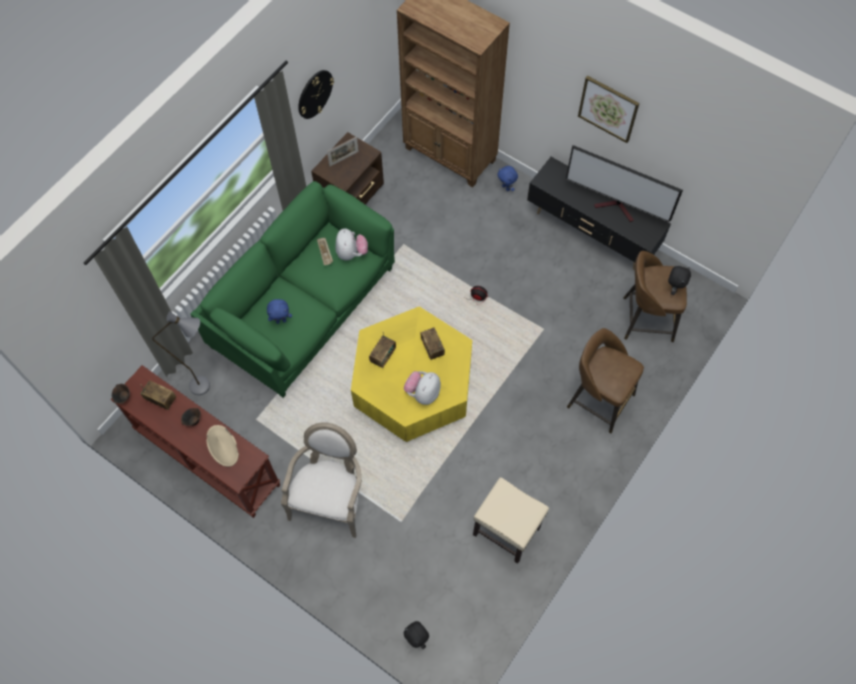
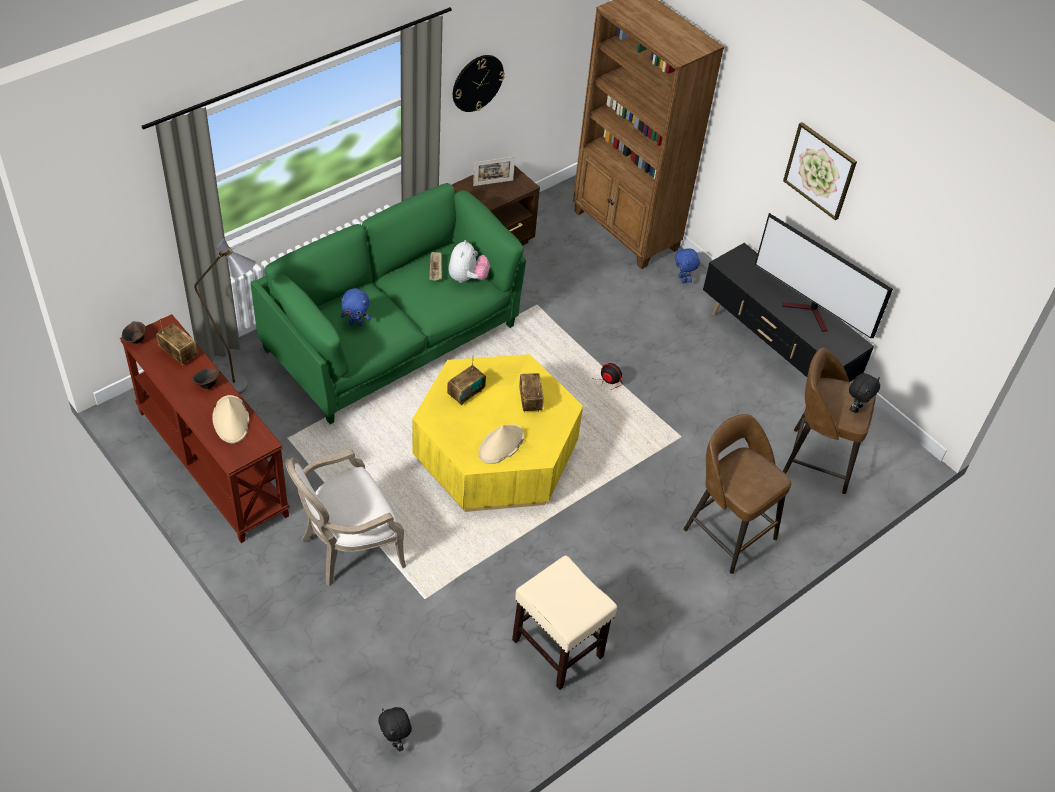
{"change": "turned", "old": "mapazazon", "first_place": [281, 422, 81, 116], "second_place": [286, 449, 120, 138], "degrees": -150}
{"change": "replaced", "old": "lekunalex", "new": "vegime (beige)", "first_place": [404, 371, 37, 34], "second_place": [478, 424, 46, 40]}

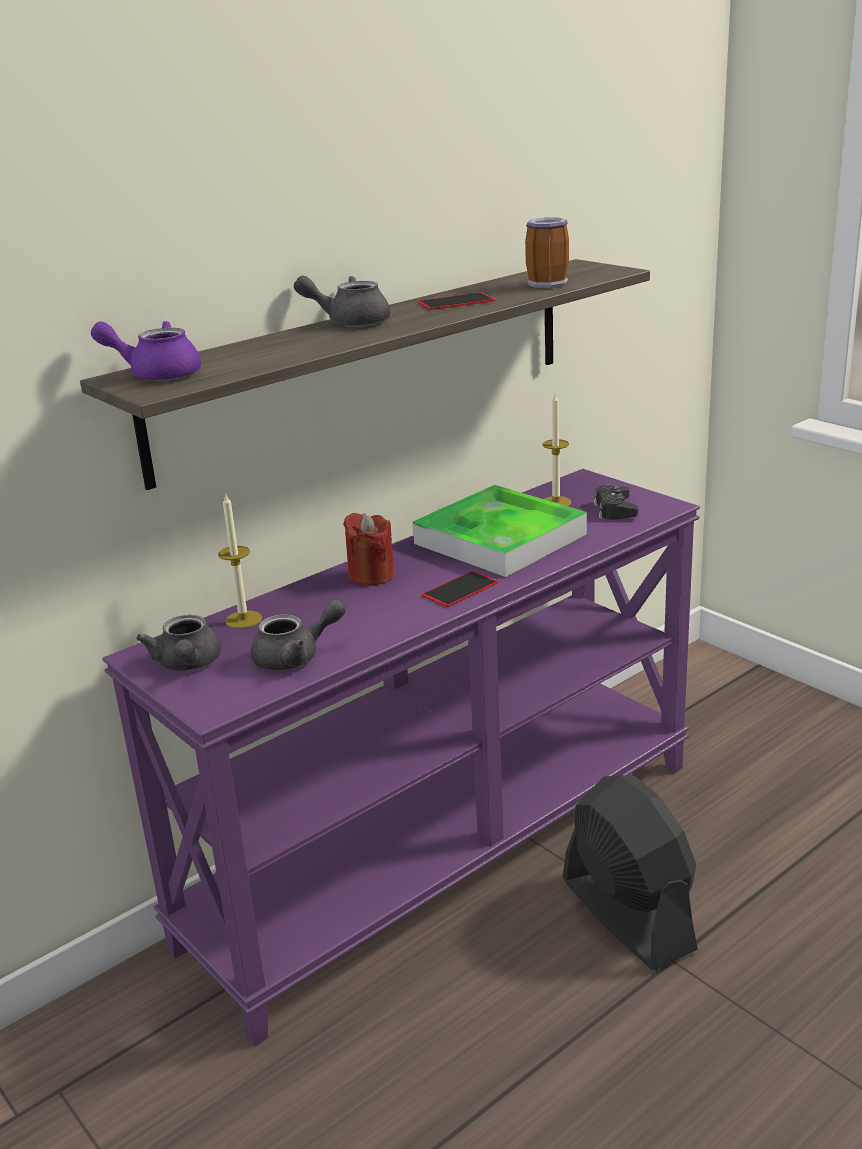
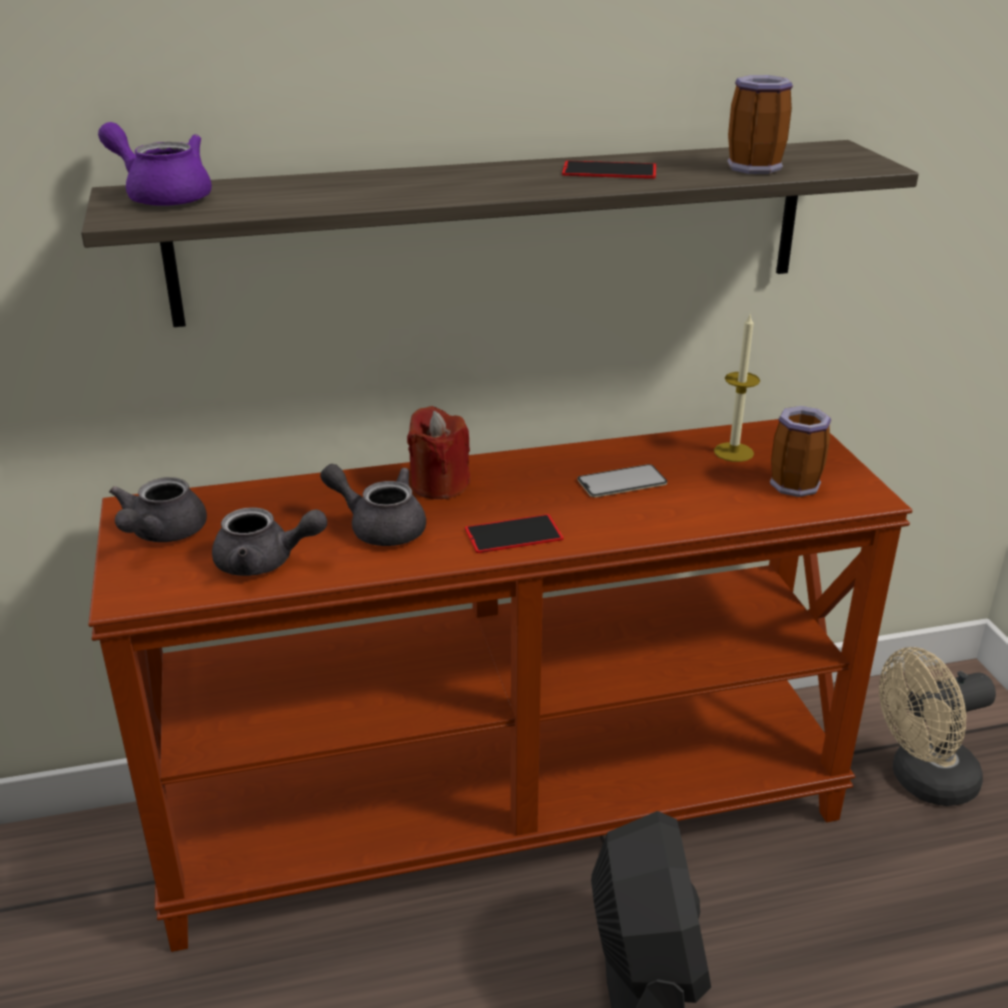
{"change": "recoloured", "old": "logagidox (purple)", "new": "logagidox (brown)", "first_place": [102, 469, 598, 577], "second_place": [88, 419, 825, 533]}
{"change": "moved", "old": "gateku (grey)", "first_place": [294, 276, 96, 51], "second_place": [320, 464, 106, 82]}
{"change": "replaced", "old": "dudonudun", "new": "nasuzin", "first_place": [413, 485, 174, 92], "second_place": [577, 464, 90, 33]}
{"change": "replaced", "old": "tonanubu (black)", "new": "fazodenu", "first_place": [594, 485, 44, 35], "second_place": [770, 406, 61, 91]}
{"change": "added", "new": "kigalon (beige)", "second_place": [879, 647, 117, 159]}
{"change": "removed", "old": "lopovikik", "first_place": [218, 493, 44, 135]}

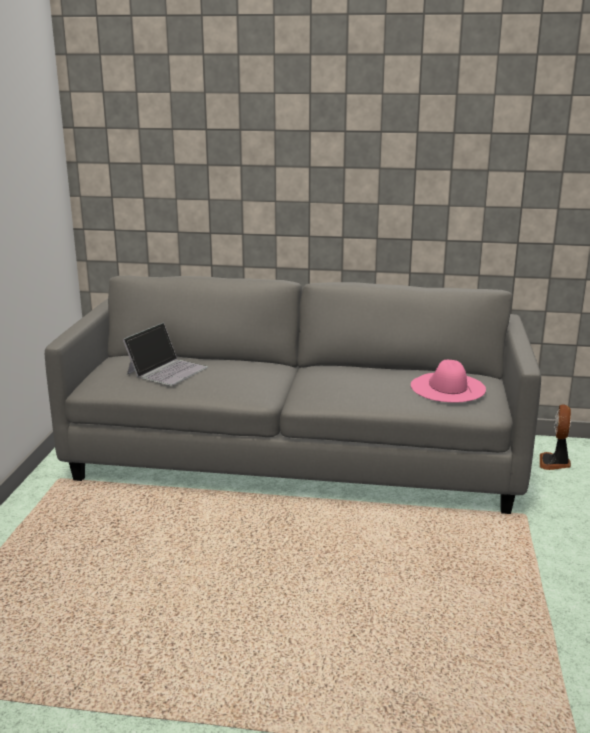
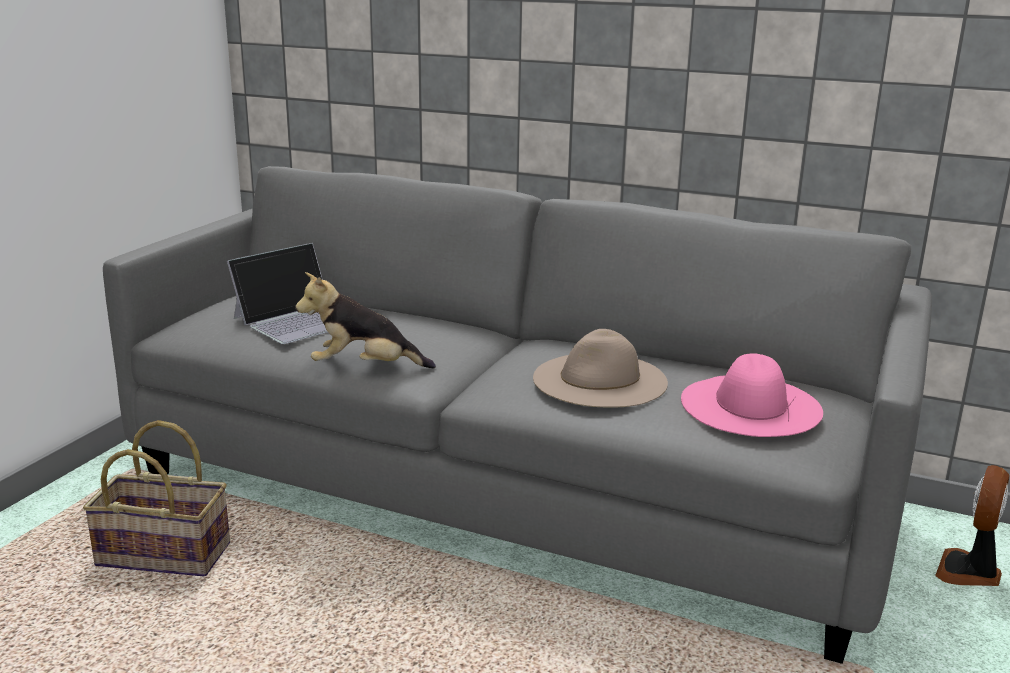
{"change": "added", "new": "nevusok", "second_place": [83, 420, 147, 156]}
{"change": "added", "new": "lekunalex", "second_place": [295, 272, 141, 96]}
{"change": "added", "new": "vegime (beige)", "second_place": [533, 329, 135, 78]}

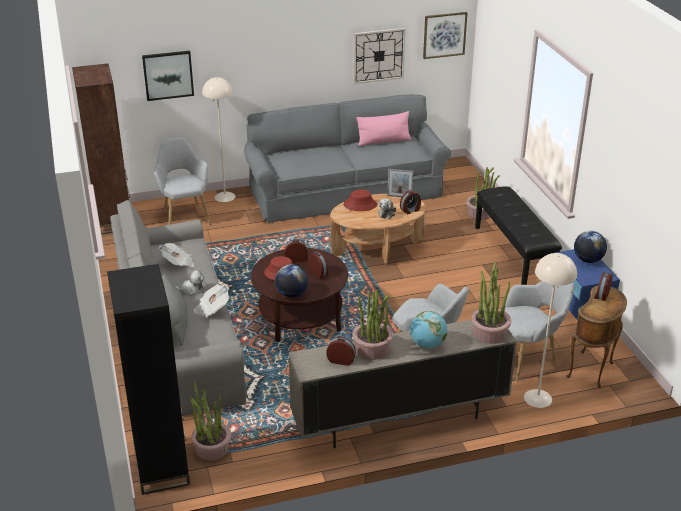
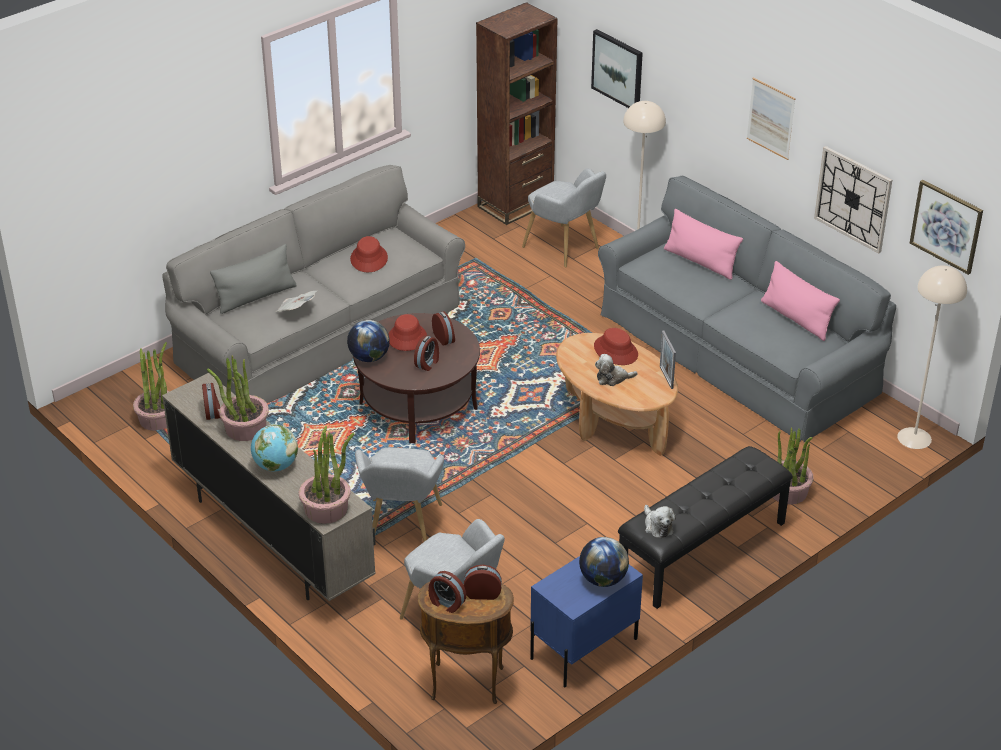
{"change": "replaced", "old": "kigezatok", "new": "vegime (red)", "first_place": [159, 243, 35, 24], "second_place": [350, 236, 38, 36]}
{"change": "moved", "old": "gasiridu", "first_place": [400, 190, 21, 24], "second_place": [428, 571, 38, 42]}
{"change": "turned", "old": "mapazazon (grey)", "first_place": [154, 137, 57, 88], "second_place": [522, 168, 84, 100], "degrees": 90}
{"change": "moved", "old": "lekunalex", "first_place": [175, 270, 30, 26], "second_place": [644, 505, 32, 33]}
{"change": "added", "new": "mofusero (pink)", "second_place": [664, 209, 79, 71]}
{"change": "added", "new": "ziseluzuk", "second_place": [747, 77, 49, 83]}
{"change": "moved", "old": "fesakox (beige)", "first_place": [524, 253, 53, 155], "second_place": [897, 265, 70, 184]}
{"change": "removed", "old": "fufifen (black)", "first_place": [107, 264, 83, 231]}

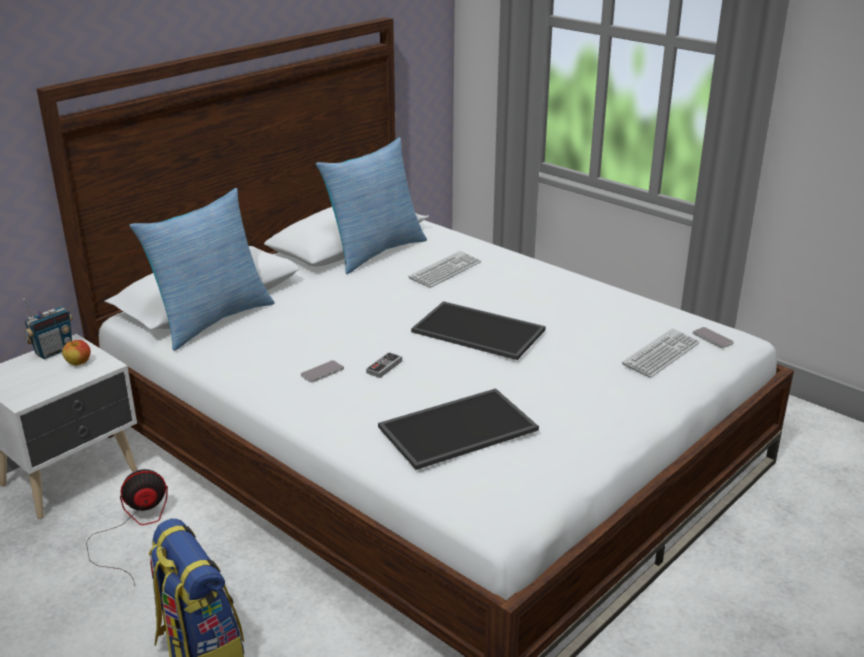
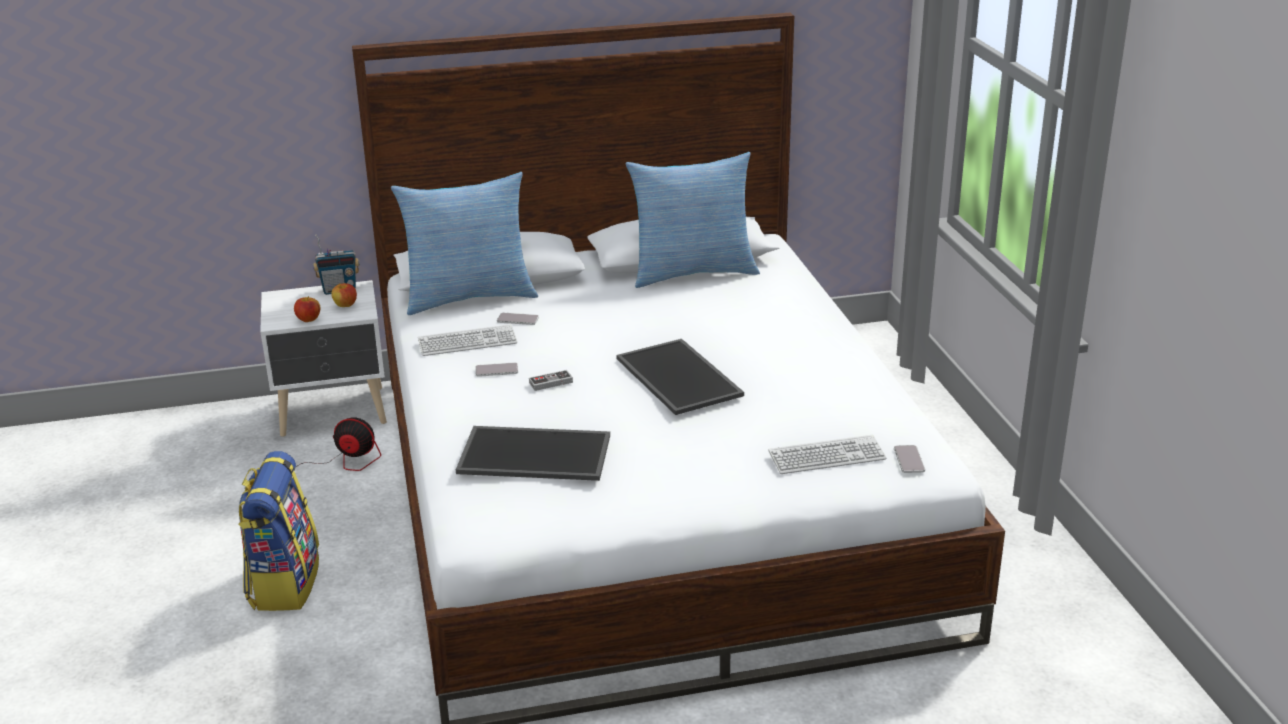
{"change": "added", "new": "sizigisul", "second_place": [294, 296, 26, 26]}
{"change": "moved", "old": "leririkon", "first_place": [408, 251, 73, 37], "second_place": [418, 324, 99, 32]}
{"change": "added", "new": "nasuzin", "second_place": [497, 313, 42, 12]}

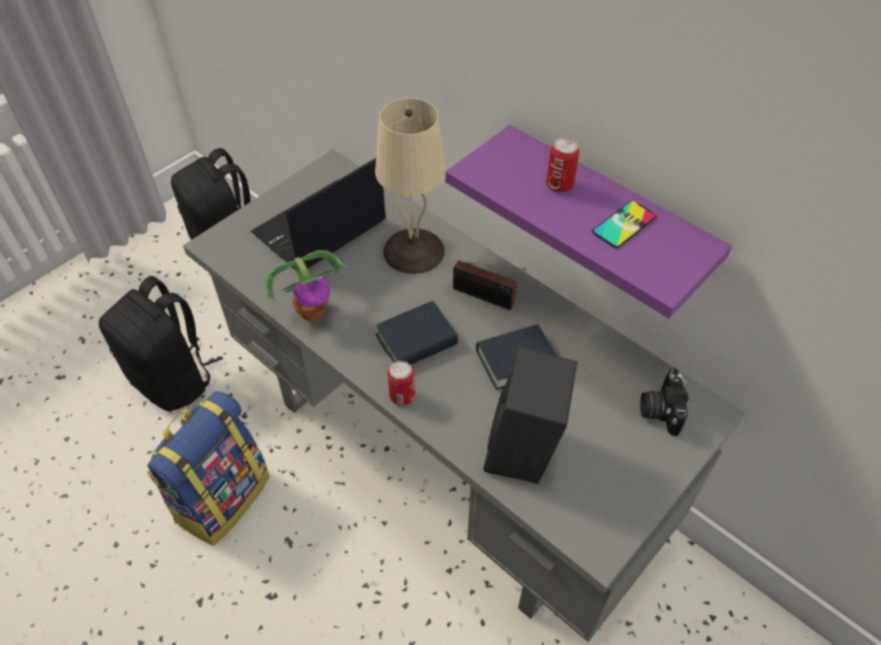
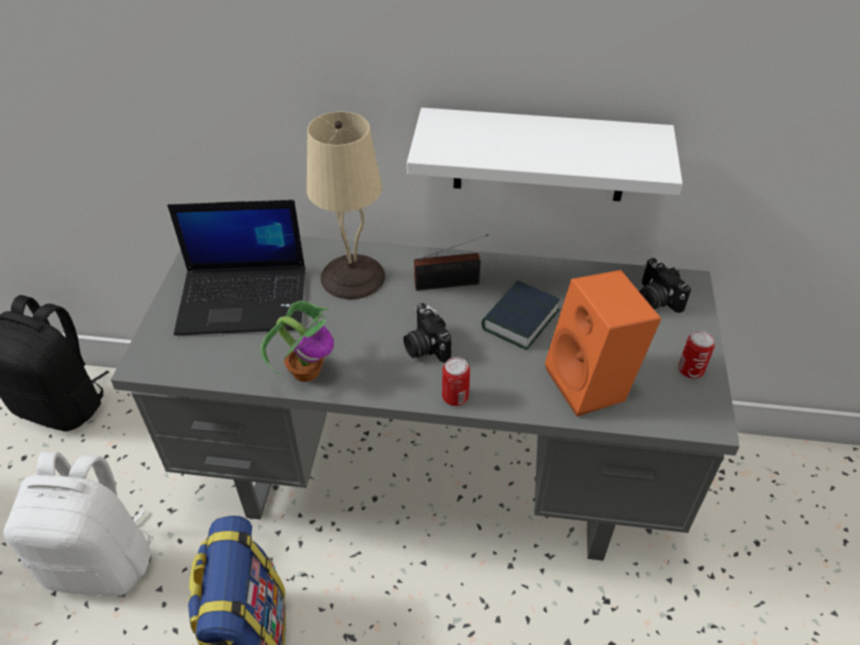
{"change": "recoloured", "old": "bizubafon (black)", "new": "bizubafon (white)", "first_place": [99, 276, 124, 135], "second_place": [3, 451, 149, 145]}
{"change": "turned", "old": "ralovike", "first_place": [251, 158, 135, 112], "second_place": [167, 200, 138, 136], "degrees": -105}
{"change": "replaced", "old": "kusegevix", "new": "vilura", "first_place": [376, 301, 82, 64], "second_place": [403, 303, 49, 60]}
{"change": "recoloured", "old": "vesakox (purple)", "new": "vesakox (white)", "first_place": [445, 125, 287, 193], "second_place": [407, 108, 276, 93]}
{"change": "recoloured", "old": "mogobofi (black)", "new": "mogobofi (orange)", "first_place": [483, 346, 94, 138], "second_place": [545, 270, 116, 147]}
{"change": "moved", "old": "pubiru", "first_place": [546, 137, 33, 56], "second_place": [678, 331, 37, 47]}
{"change": "removed", "old": "nasuzin", "first_place": [592, 201, 65, 47]}

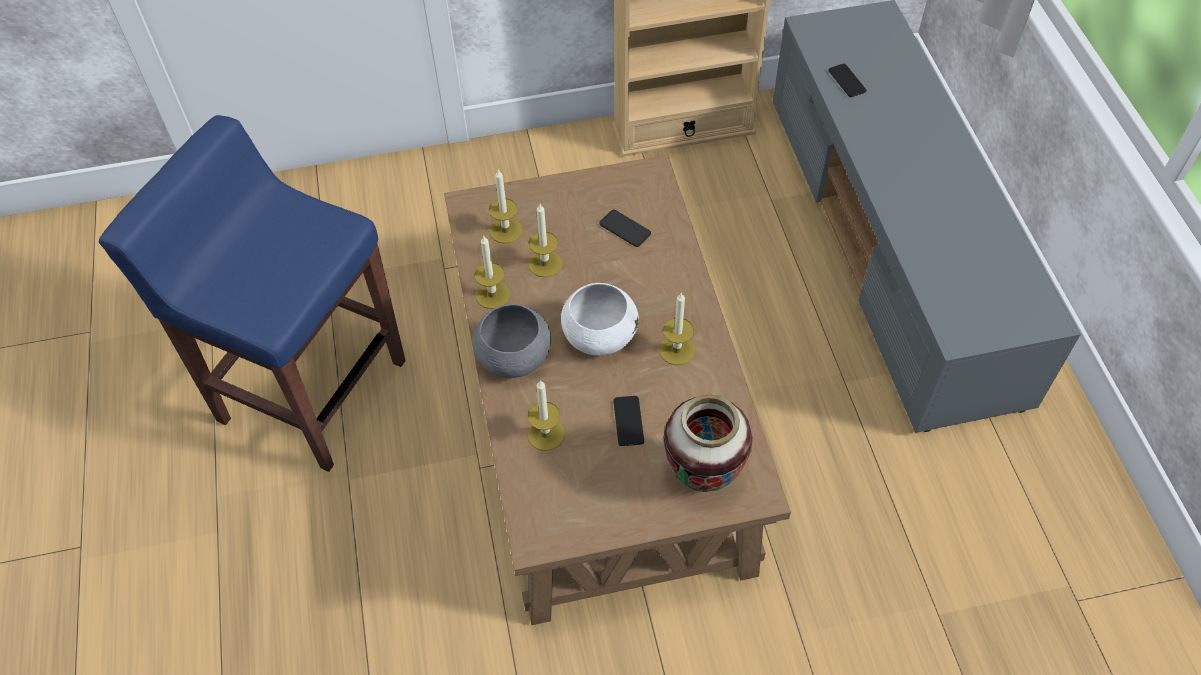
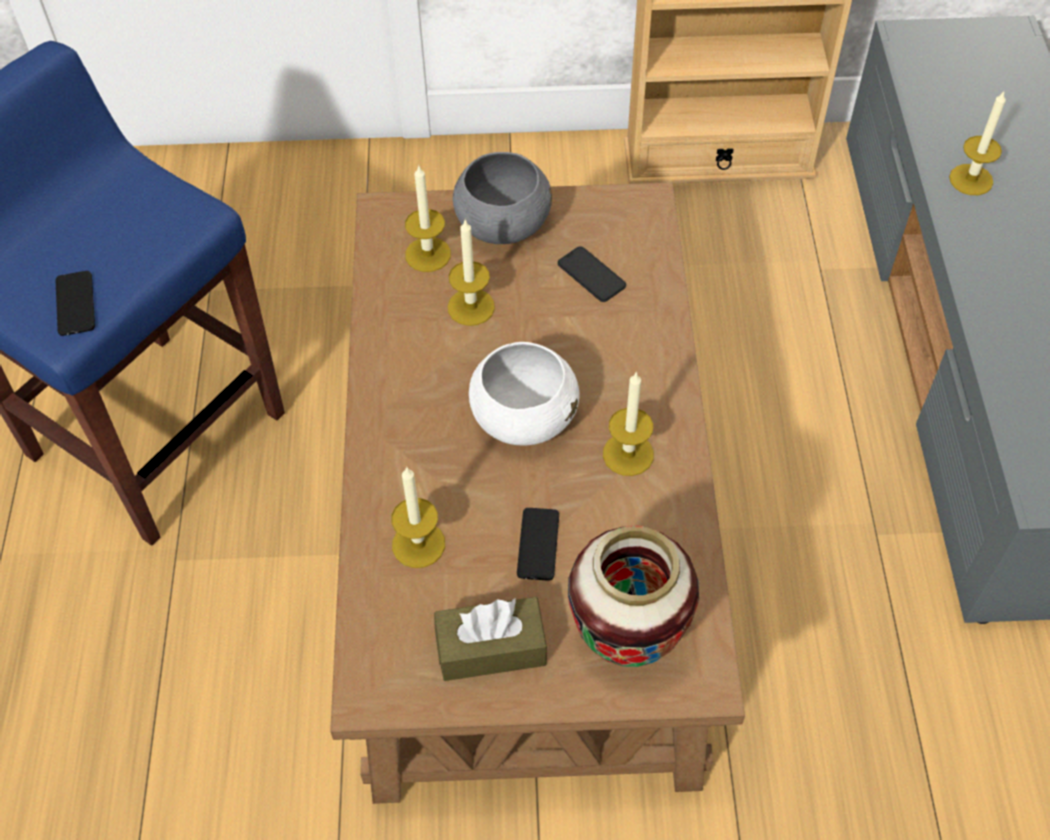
{"change": "moved", "old": "nasuzin", "first_place": [828, 64, 38, 33], "second_place": [56, 271, 39, 65]}
{"change": "added", "new": "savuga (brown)", "second_place": [434, 597, 113, 84]}
{"change": "moved", "old": "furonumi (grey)", "first_place": [472, 304, 79, 74], "second_place": [453, 152, 99, 92]}
{"change": "moved", "old": "lopovikik", "first_place": [475, 236, 35, 73], "second_place": [949, 90, 57, 105]}

